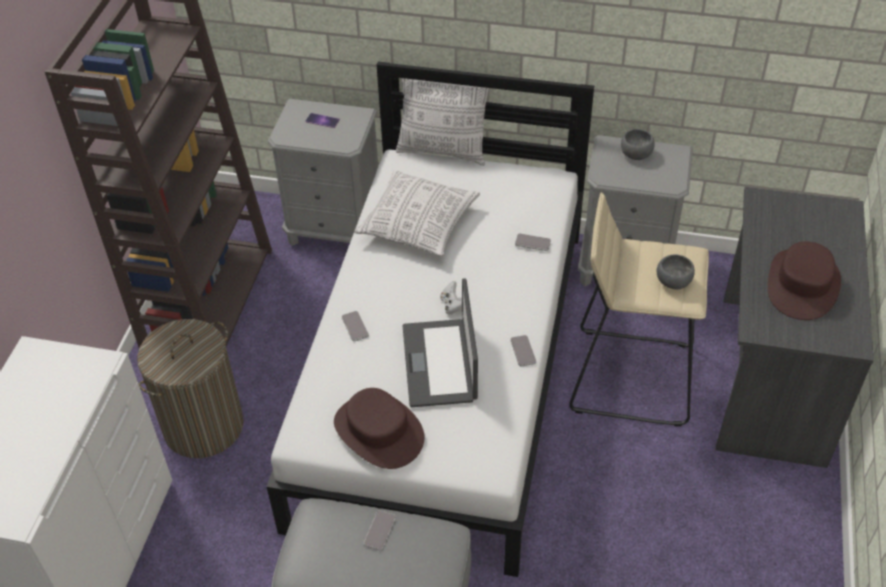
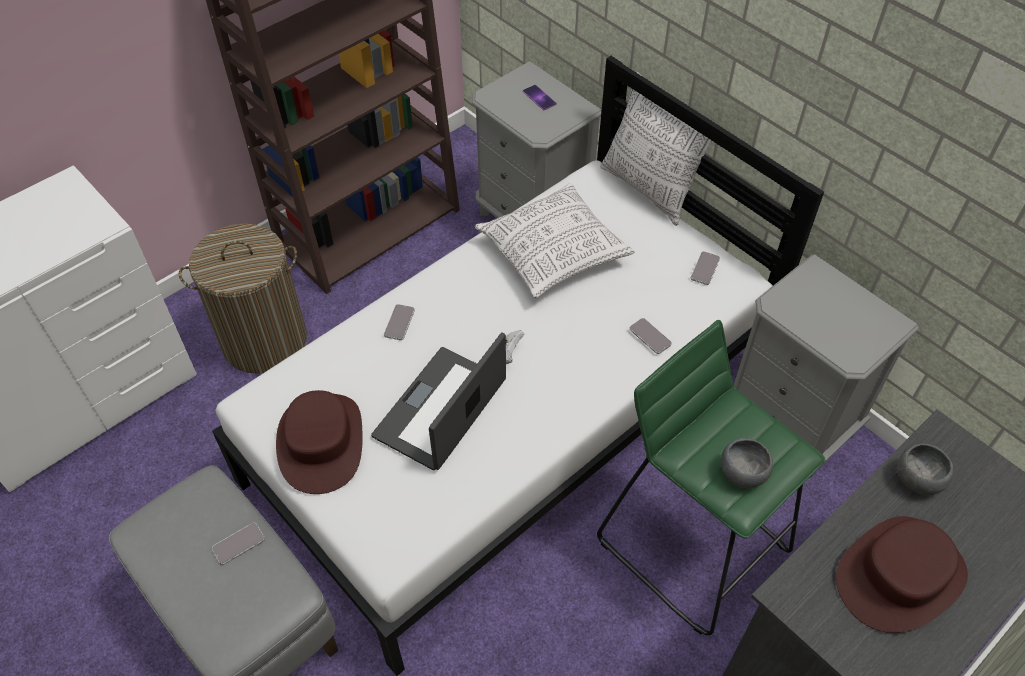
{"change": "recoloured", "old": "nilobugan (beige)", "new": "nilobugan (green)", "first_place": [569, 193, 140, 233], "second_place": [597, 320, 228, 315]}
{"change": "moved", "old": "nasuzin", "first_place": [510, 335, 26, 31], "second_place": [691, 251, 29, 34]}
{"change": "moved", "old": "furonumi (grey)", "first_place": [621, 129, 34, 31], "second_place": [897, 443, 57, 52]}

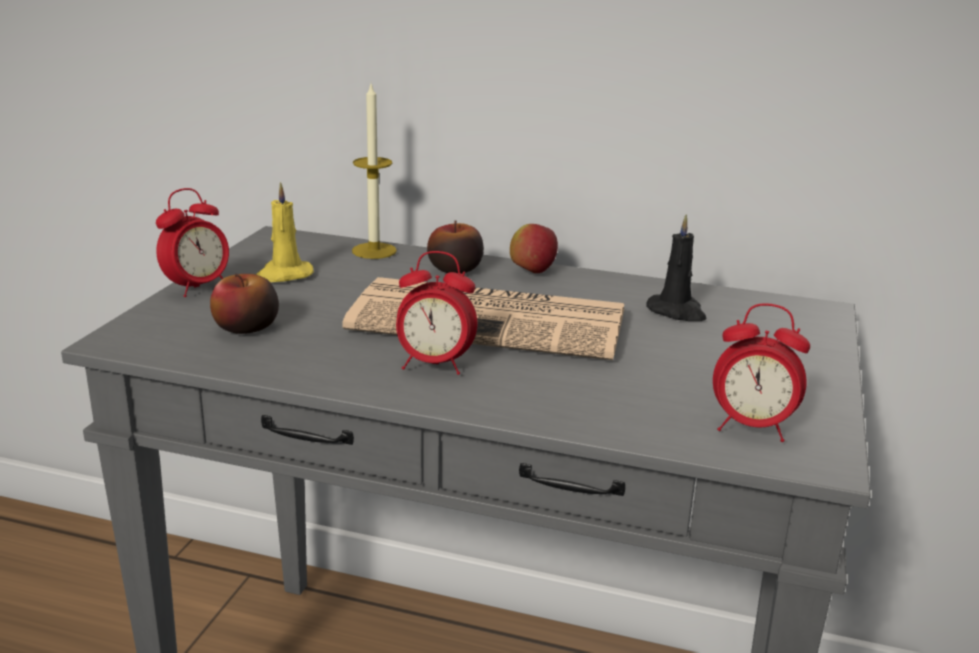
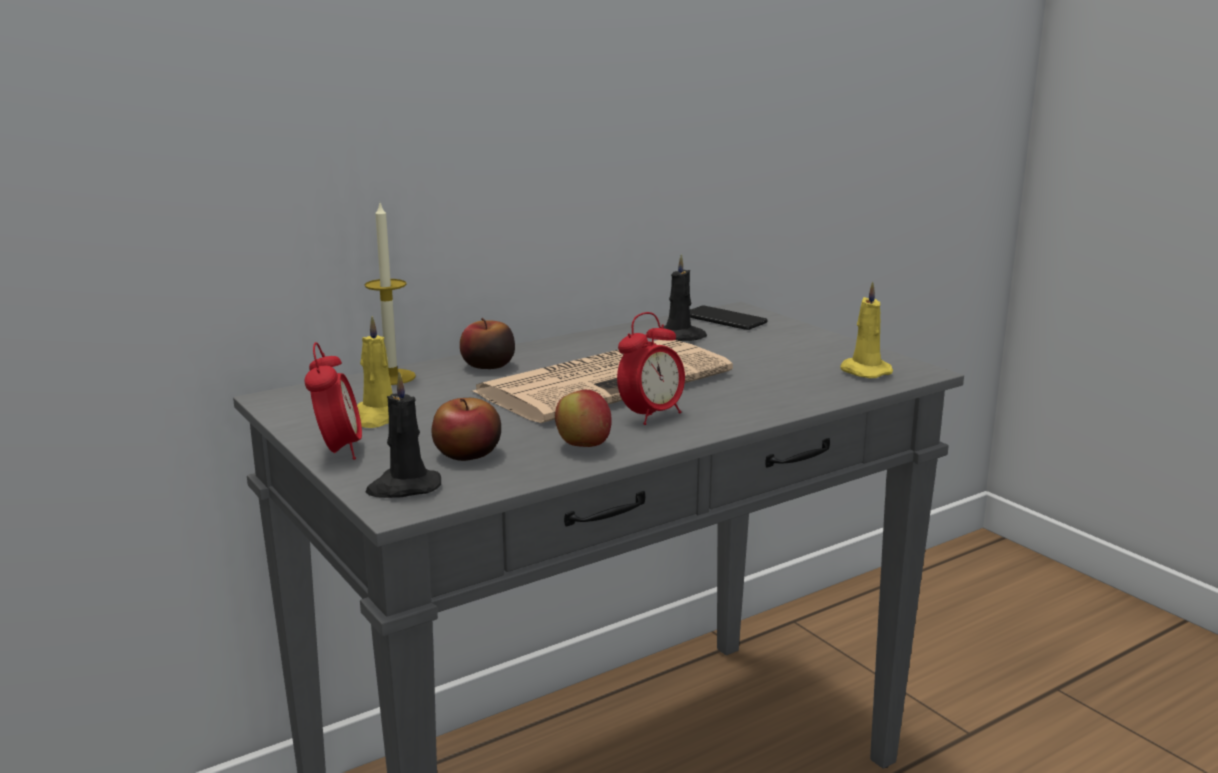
{"change": "added", "new": "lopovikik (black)", "second_place": [366, 372, 75, 126]}
{"change": "moved", "old": "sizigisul", "first_place": [510, 224, 48, 49], "second_place": [555, 390, 57, 57]}
{"change": "added", "new": "nasuzin", "second_place": [690, 306, 78, 24]}
{"change": "replaced", "old": "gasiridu", "new": "lopovikik (yellow)", "first_place": [713, 303, 97, 139], "second_place": [840, 281, 53, 97]}

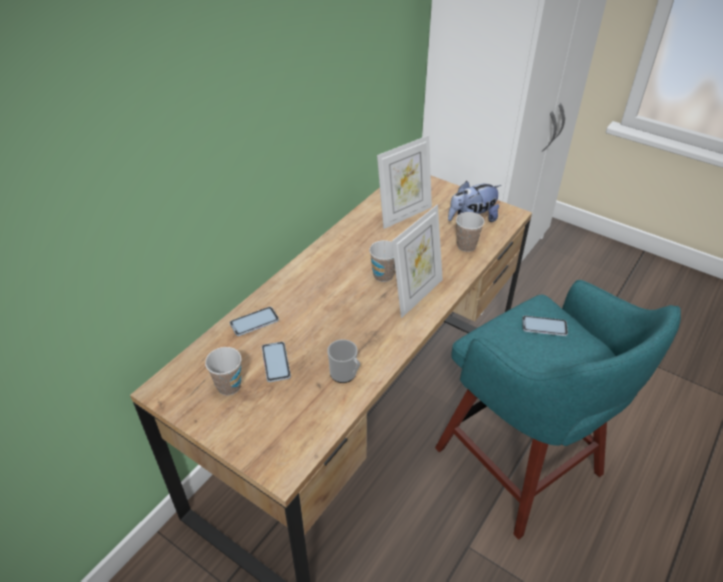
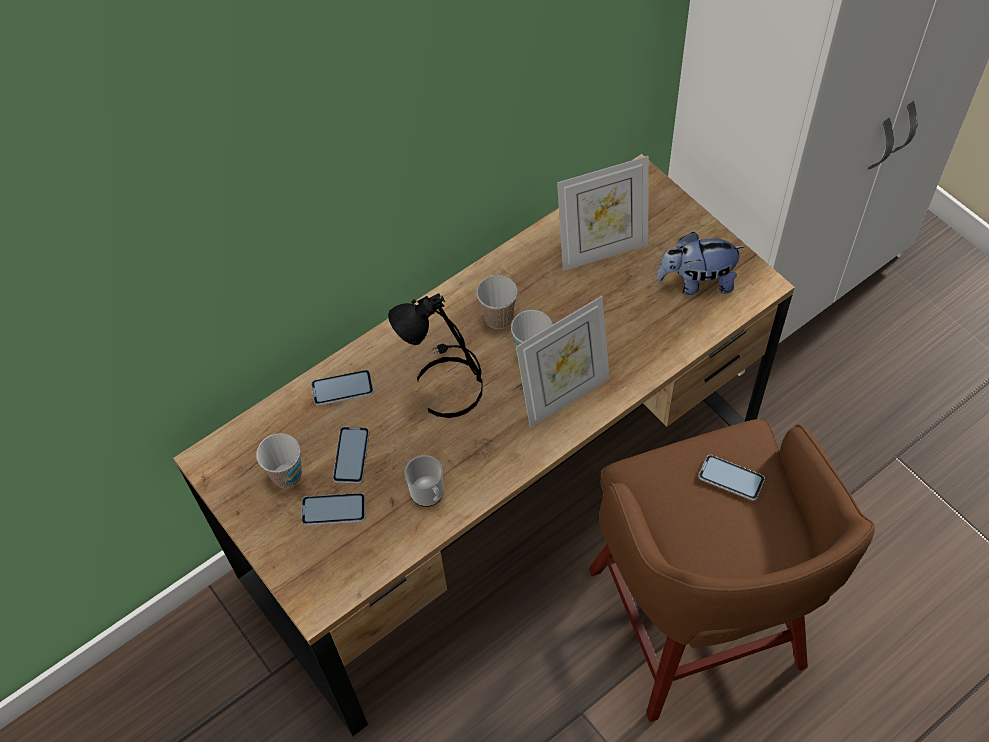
{"change": "added", "new": "nasuzin", "second_place": [301, 493, 64, 32]}
{"change": "added", "new": "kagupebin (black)", "second_place": [388, 293, 95, 125]}
{"change": "moved", "old": "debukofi", "first_place": [456, 212, 29, 40], "second_place": [476, 275, 42, 54]}
{"change": "recoloured", "old": "nilobugan (turquoise)", "new": "nilobugan (brown)", "first_place": [435, 280, 246, 260], "second_place": [589, 419, 286, 303]}

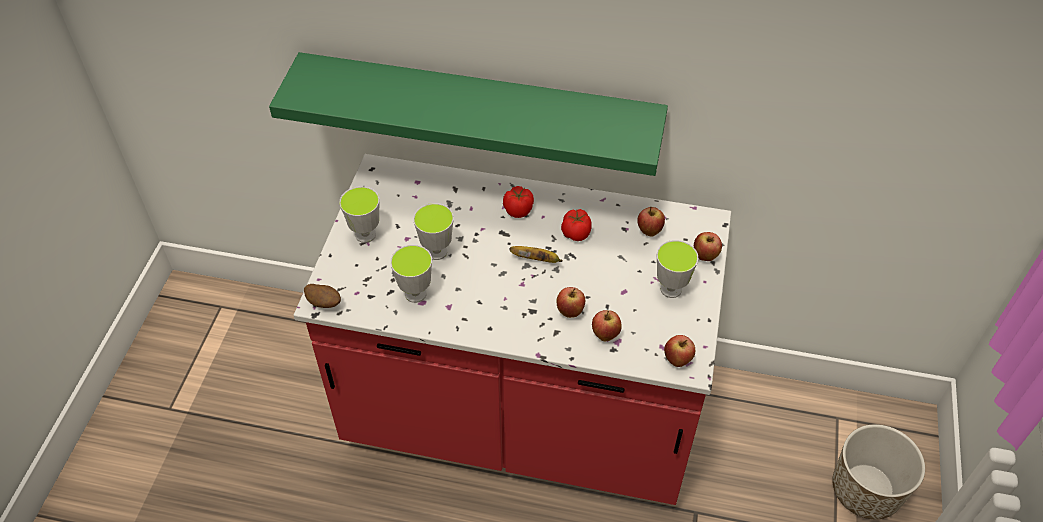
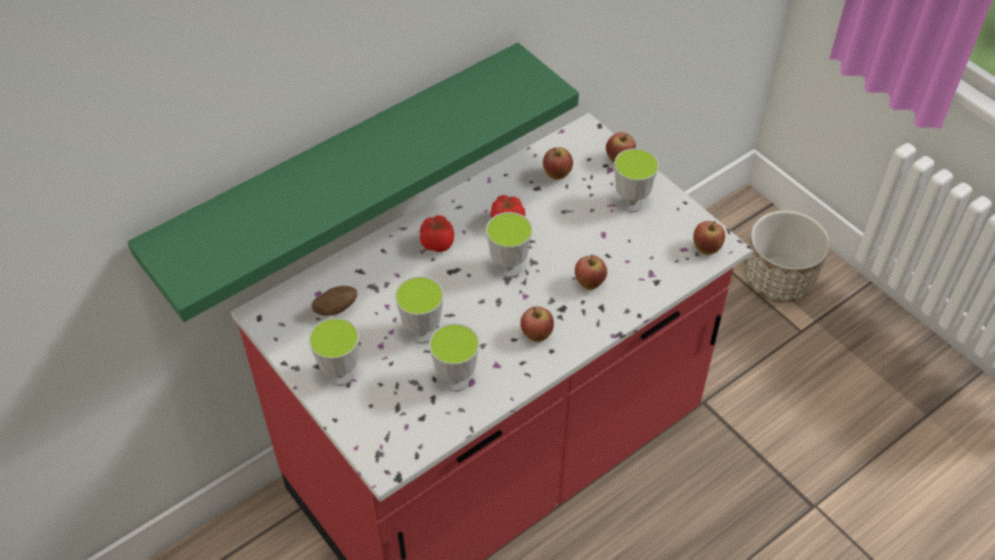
{"change": "moved", "old": "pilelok", "first_place": [304, 284, 37, 24], "second_place": [311, 286, 46, 30]}
{"change": "replaced", "old": "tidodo", "new": "debukofi", "first_place": [509, 246, 54, 17], "second_place": [486, 212, 47, 66]}
{"change": "moved", "old": "sizigisul", "first_place": [592, 310, 30, 31], "second_place": [520, 306, 34, 36]}

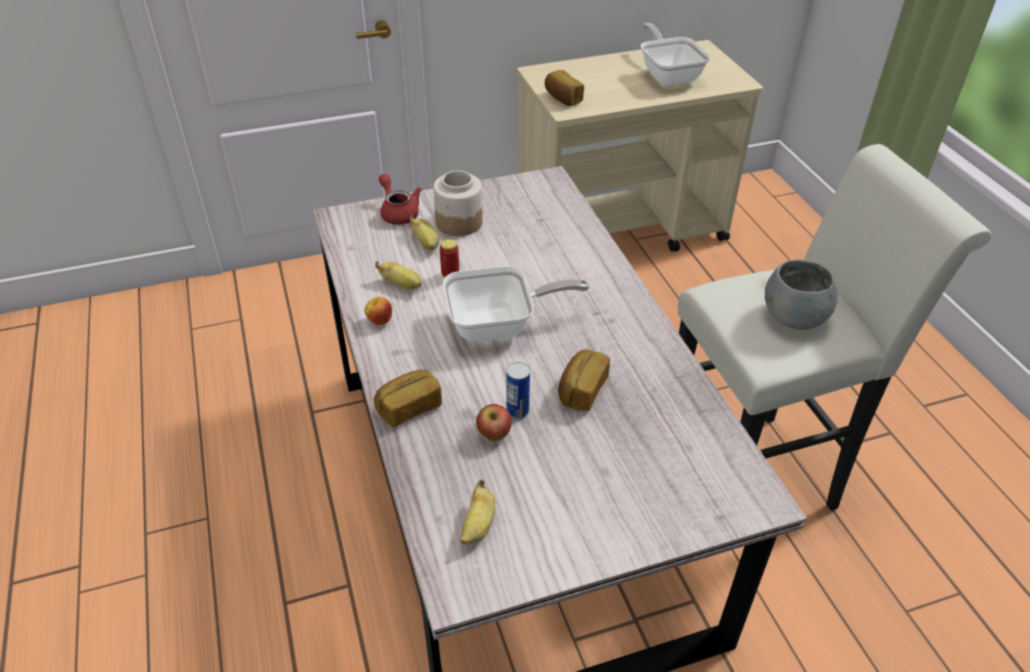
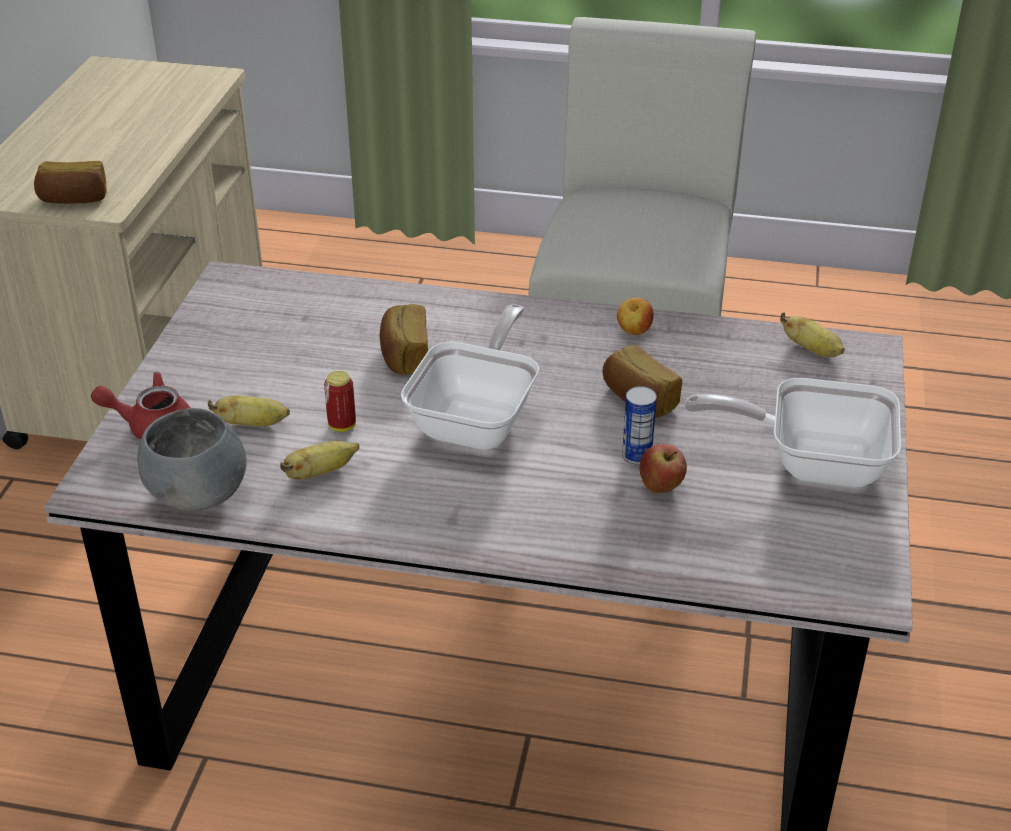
{"change": "moved", "old": "furonumi (grey)", "first_place": [765, 259, 73, 71], "second_place": [137, 408, 109, 103]}
{"change": "moved", "old": "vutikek", "first_place": [374, 370, 68, 57], "second_place": [380, 304, 48, 70]}
{"change": "moved", "old": "sizigisul", "first_place": [365, 297, 27, 28], "second_place": [617, 298, 37, 37]}
{"change": "moved", "old": "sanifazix", "first_place": [641, 23, 70, 63], "second_place": [685, 378, 216, 110]}
{"change": "moved", "old": "tidodo", "first_place": [461, 480, 34, 65], "second_place": [780, 312, 65, 45]}
{"change": "removed", "old": "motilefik", "first_place": [433, 171, 50, 65]}

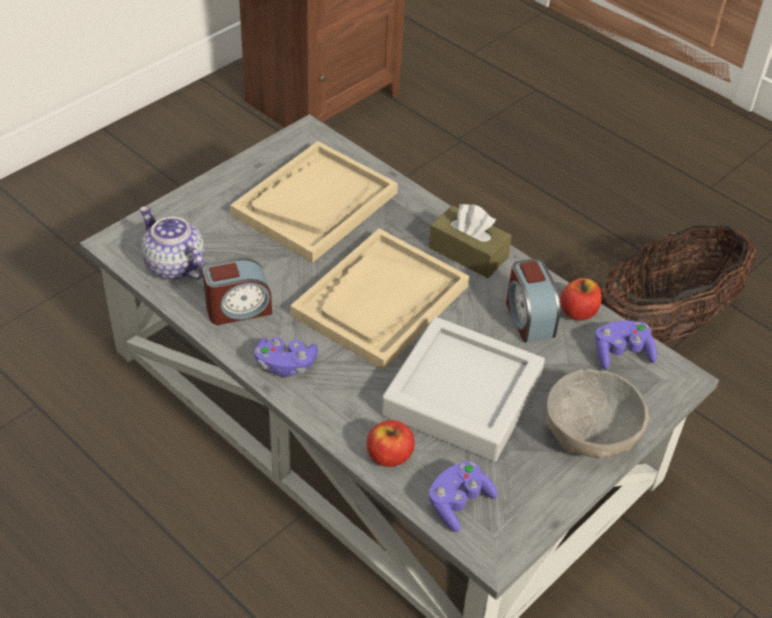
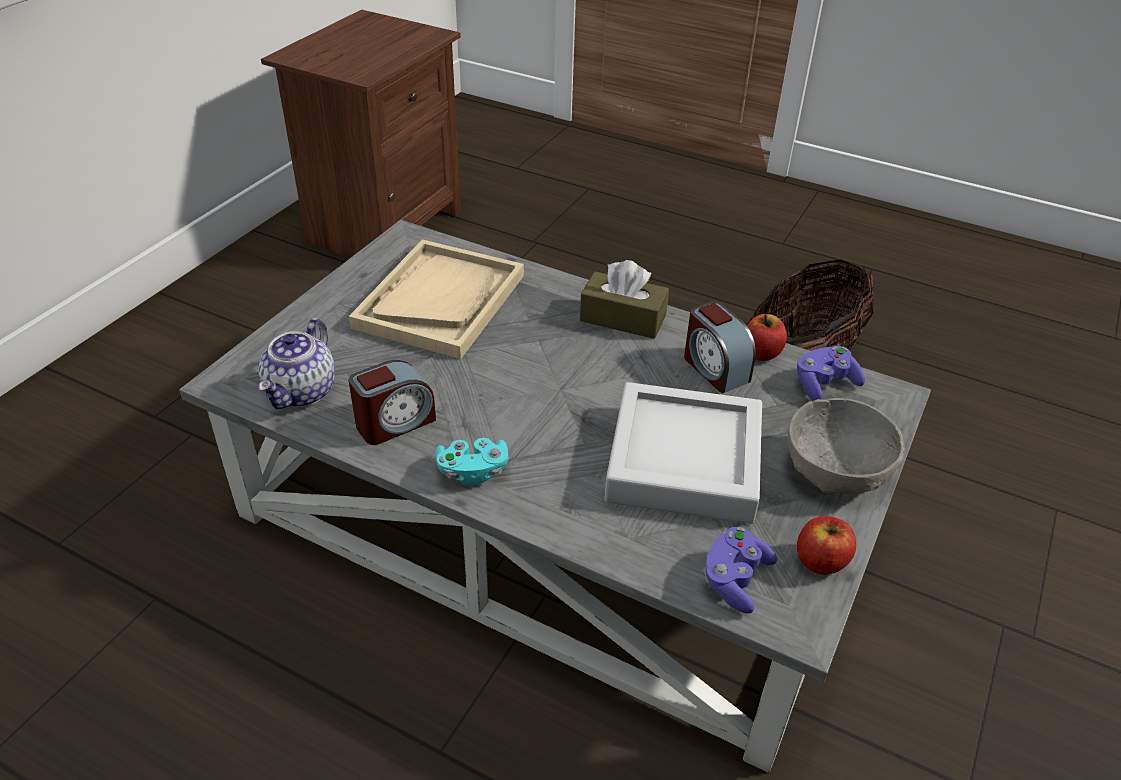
{"change": "turned", "old": "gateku", "first_place": [140, 206, 65, 74], "second_place": [258, 318, 77, 91], "degrees": -105}
{"change": "recoloured", "old": "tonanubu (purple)", "new": "tonanubu (turquoise)", "first_place": [254, 337, 64, 40], "second_place": [435, 438, 73, 47]}
{"change": "moved", "old": "sizigisul", "first_place": [367, 420, 48, 47], "second_place": [797, 516, 59, 59]}
{"change": "removed", "old": "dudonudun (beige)", "first_place": [290, 228, 179, 142]}

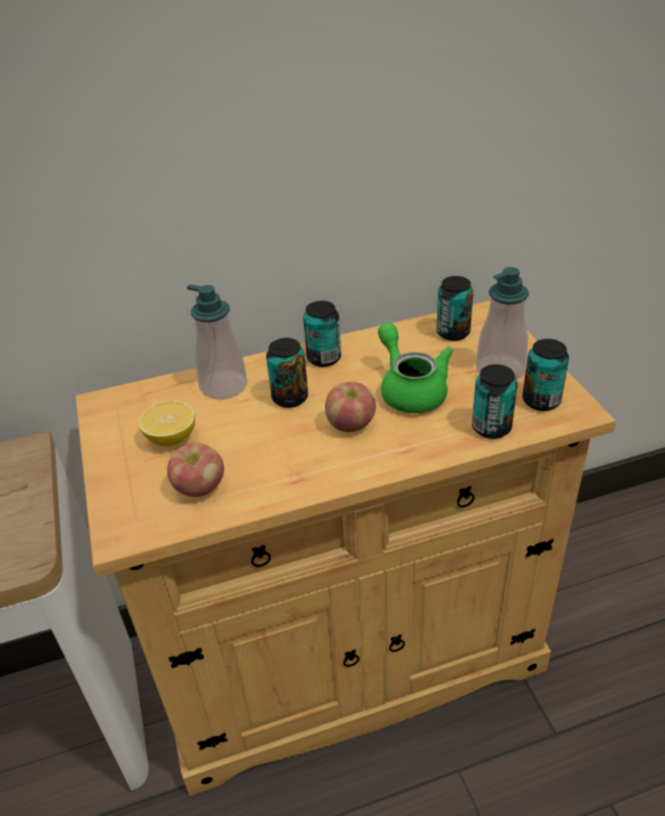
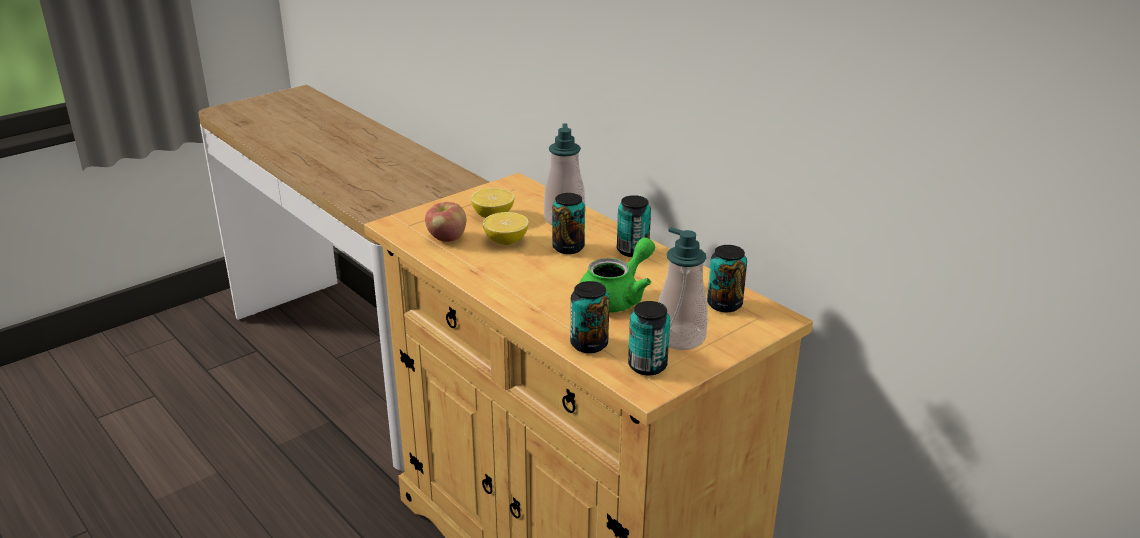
{"change": "added", "new": "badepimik", "second_place": [483, 212, 46, 33]}
{"change": "removed", "old": "sizigisul", "first_place": [325, 382, 51, 50]}

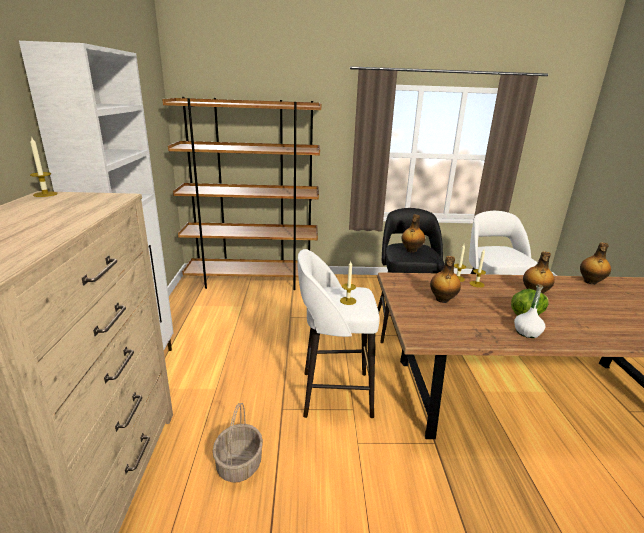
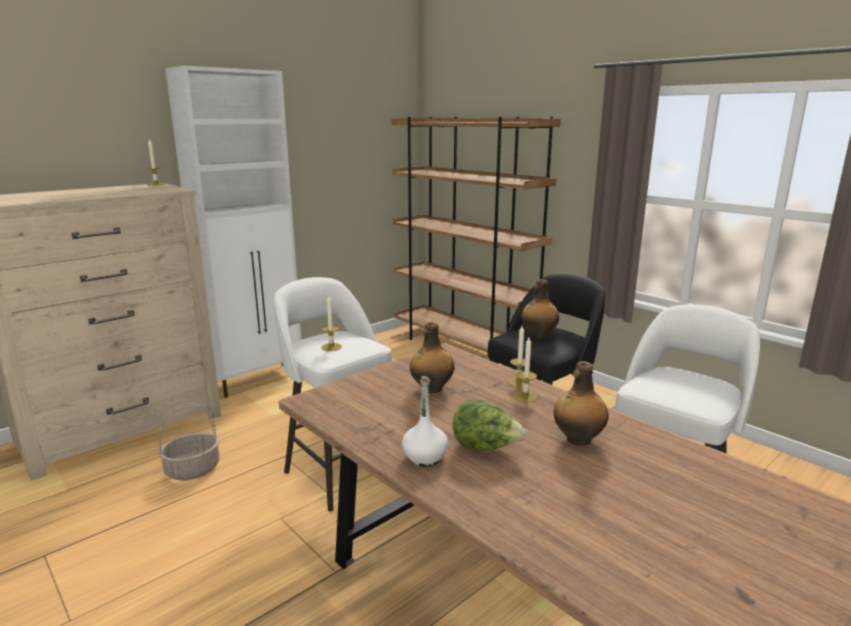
{"change": "removed", "old": "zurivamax", "first_place": [580, 242, 31, 43]}

